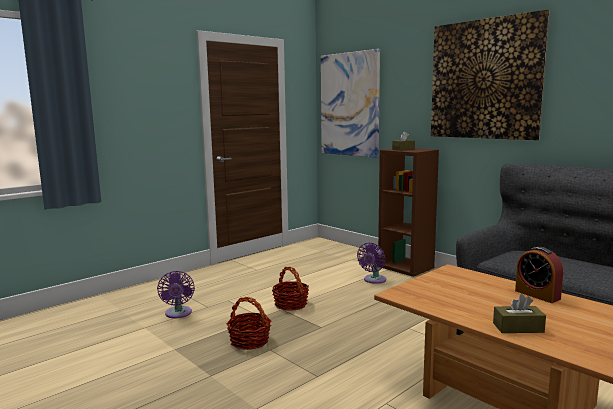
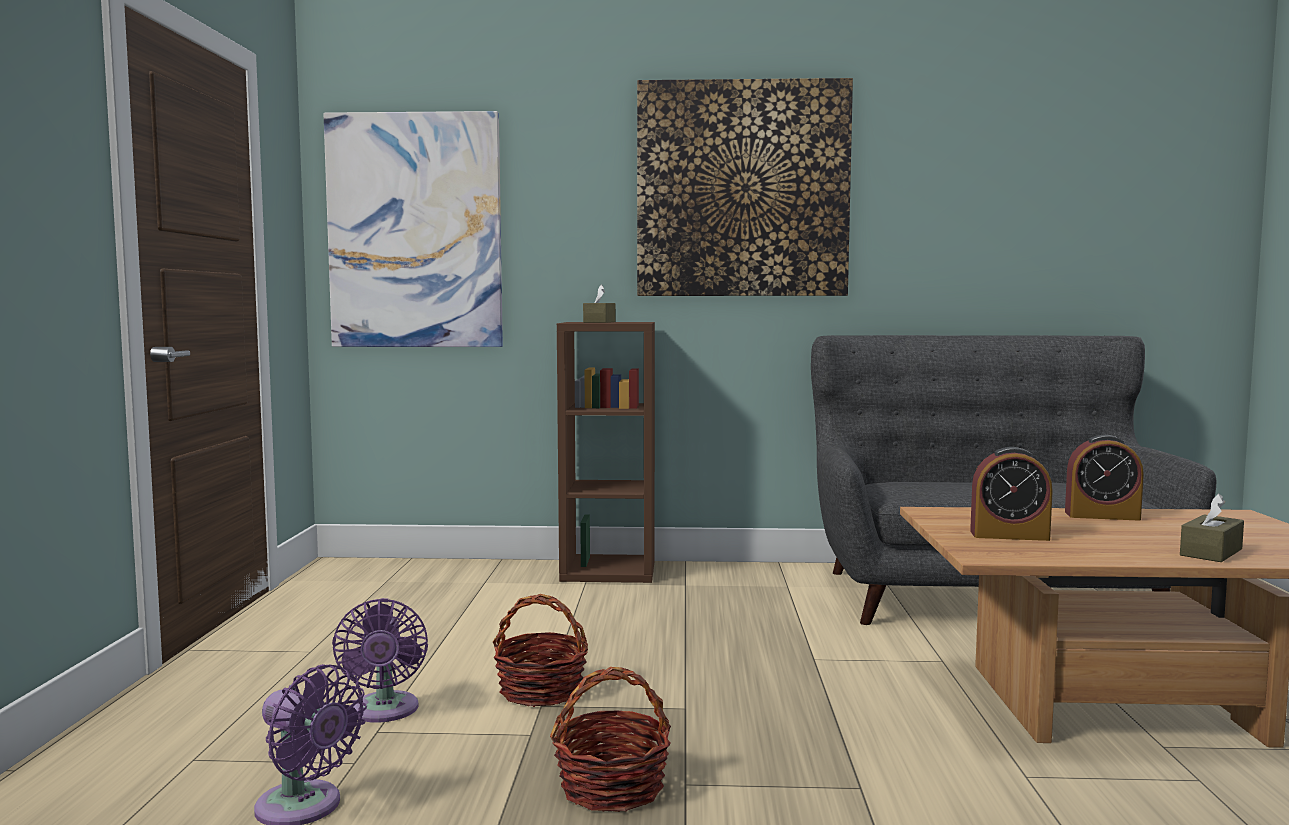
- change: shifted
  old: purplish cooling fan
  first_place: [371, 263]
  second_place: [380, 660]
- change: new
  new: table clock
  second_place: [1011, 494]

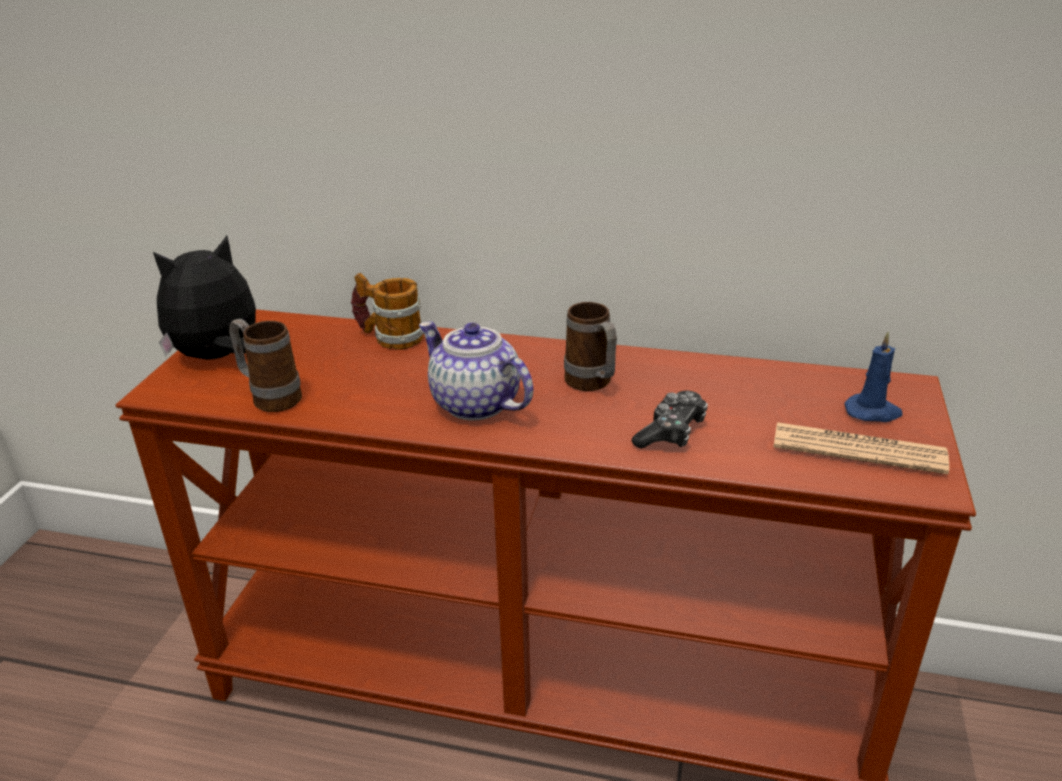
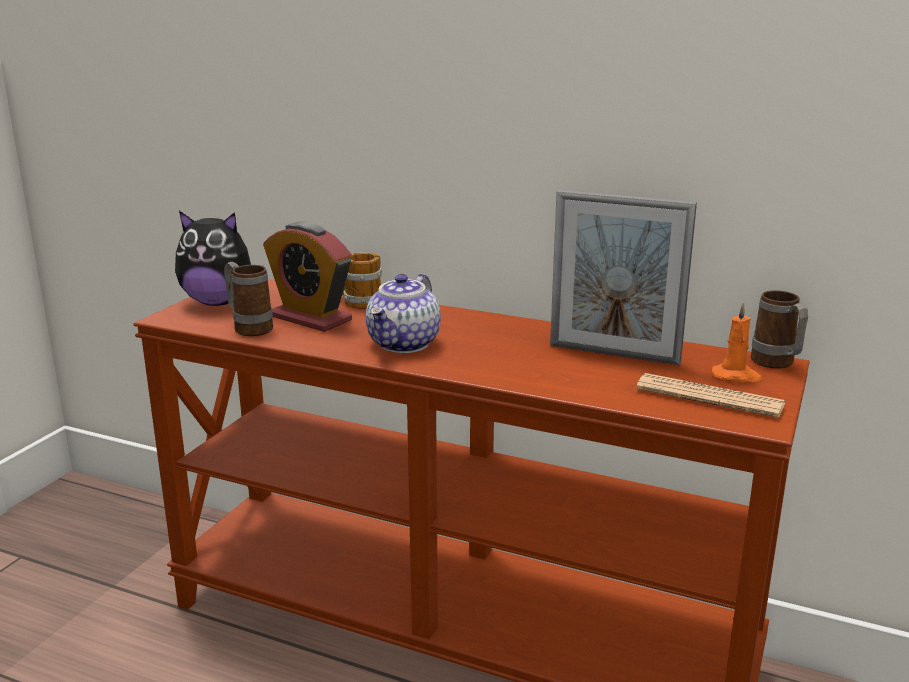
- change: rotated
  old: soft toy
  first_place: [204, 297]
  second_place: [213, 258]
  degrees: -150
- change: new
  new: table clock
  second_place: [307, 276]
- change: rotated
  old: pot for tea
  first_place: [476, 371]
  second_place: [403, 313]
  degrees: -120
- change: new
  new: photo frame
  second_place: [623, 278]
- change: repainted
  old: bluish candle
  new: orange candle
  first_place: [873, 376]
  second_place: [737, 342]
- change: shifted
  old: coffee mug
  first_place: [590, 346]
  second_place: [779, 329]
- change: gone
  old: game controller
  first_place: [670, 420]

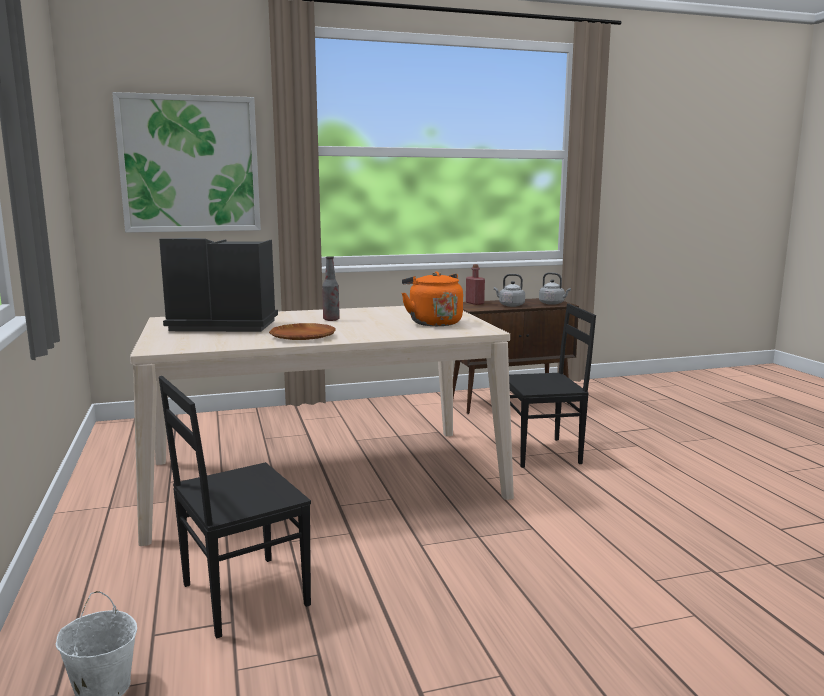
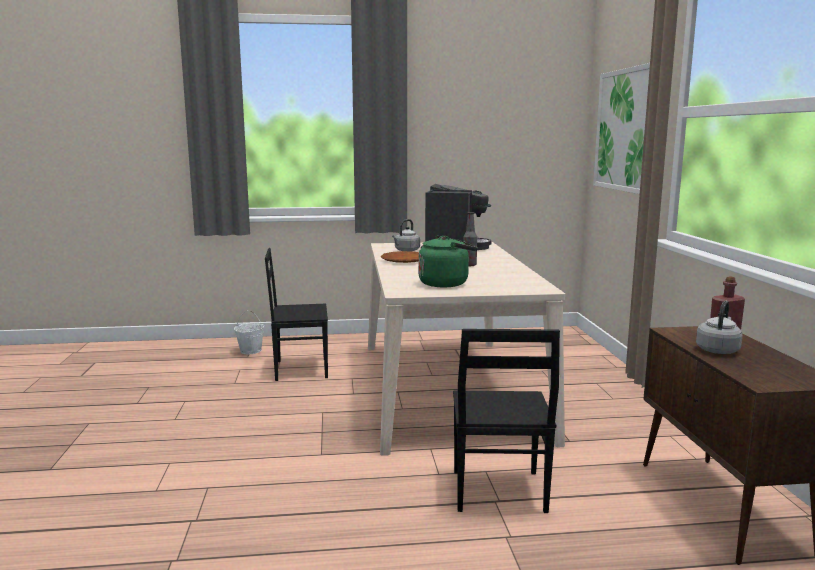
- change: rotated
  old: blackish plain chair
  first_place: [235, 507]
  second_place: [296, 314]
  degrees: -75
- change: shifted
  old: greyish kettle
  first_place: [555, 288]
  second_place: [406, 235]
- change: repainted
  old: orange kettle
  new: green kettle
  first_place: [432, 299]
  second_place: [448, 261]

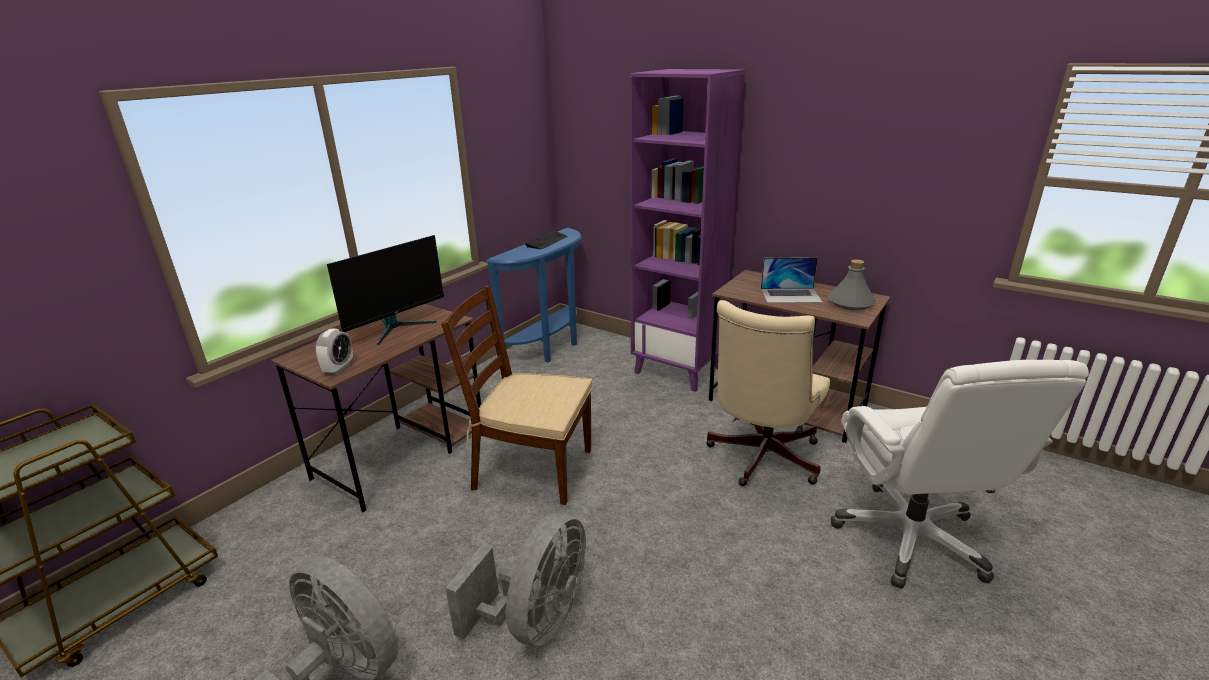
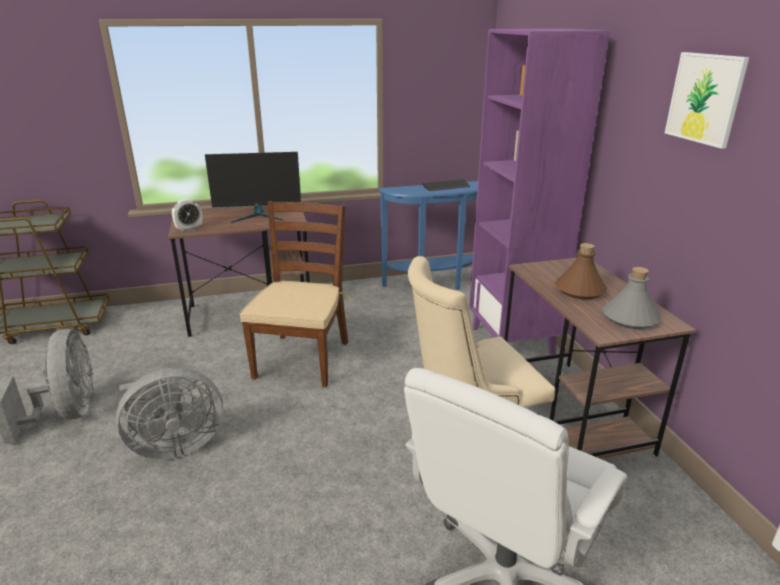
- change: rotated
  old: brownish plain chair
  first_place: [516, 395]
  second_place: [296, 294]
  degrees: 45
- change: swapped
  old: notebook computer
  new: brownish beverage bottle
  first_place: [792, 280]
  second_place: [581, 271]
- change: new
  new: wall picture
  second_place: [707, 100]

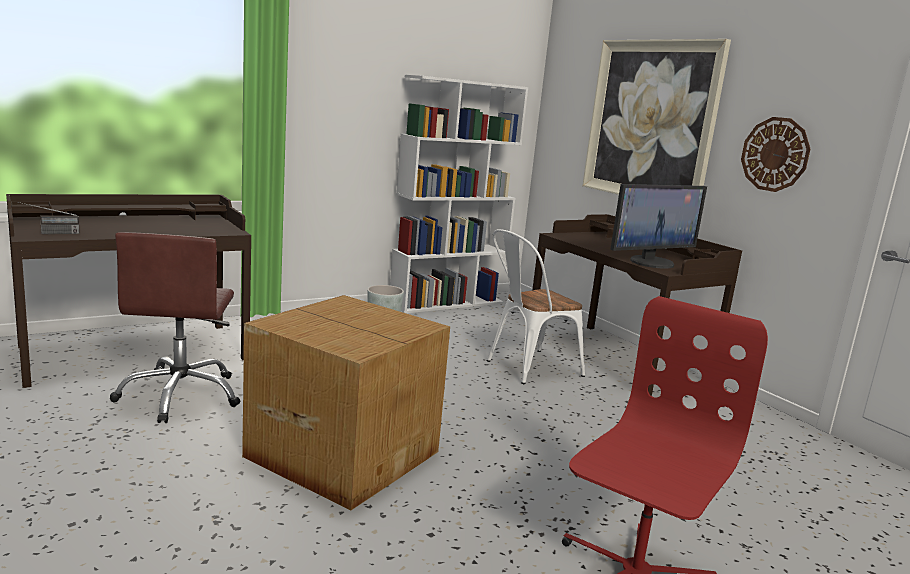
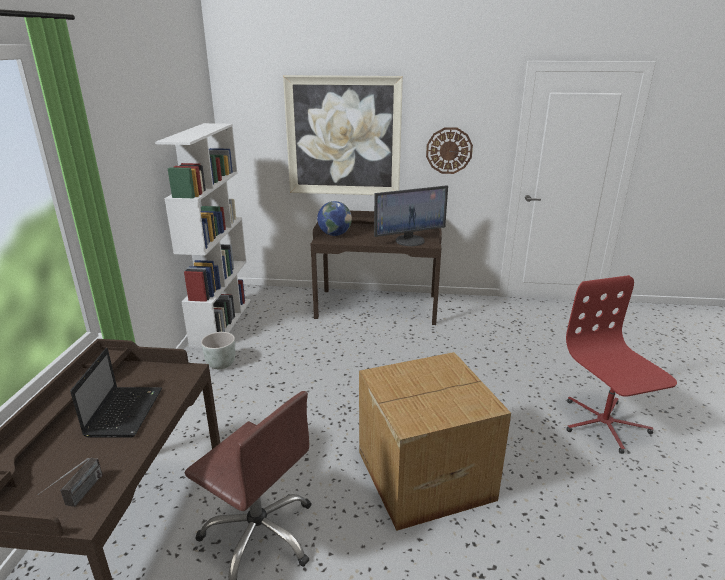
- change: new
  new: notebook computer
  second_place: [116, 393]
- change: new
  new: globe
  second_place: [334, 218]
- change: rotated
  old: computer display
  first_place: [658, 226]
  second_place: [411, 215]
  degrees: 60
- change: gone
  old: white plain chair
  first_place: [536, 306]

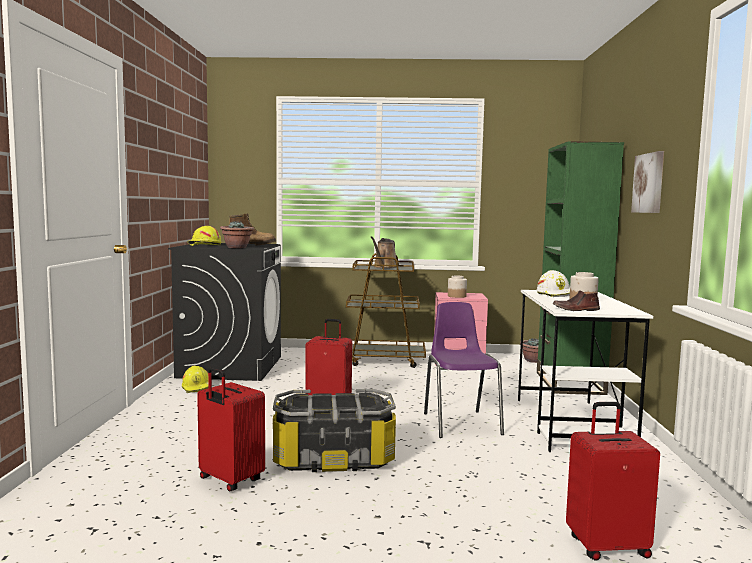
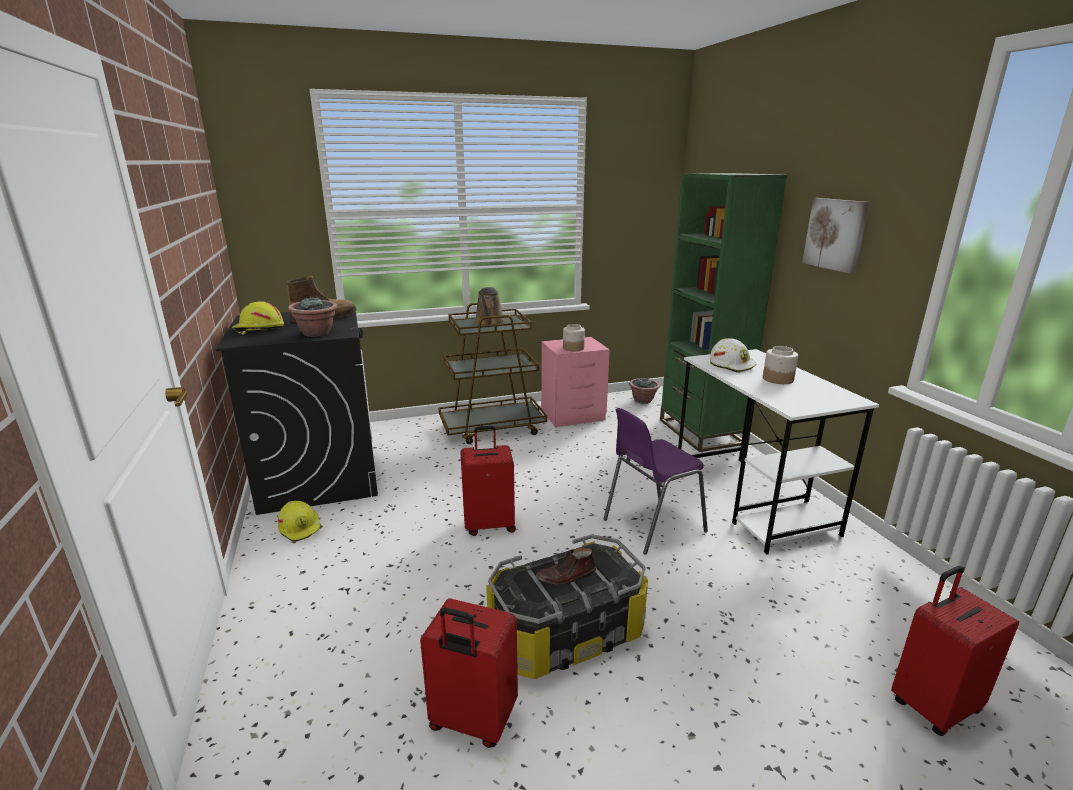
- change: shifted
  old: brownish item of footwear
  first_place: [576, 300]
  second_place: [566, 567]
- change: rotated
  old: purplish plain chair
  first_place: [464, 370]
  second_place: [656, 481]
  degrees: -90

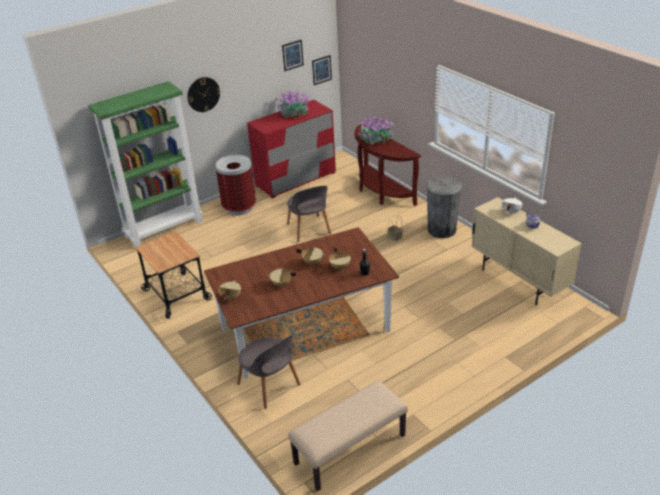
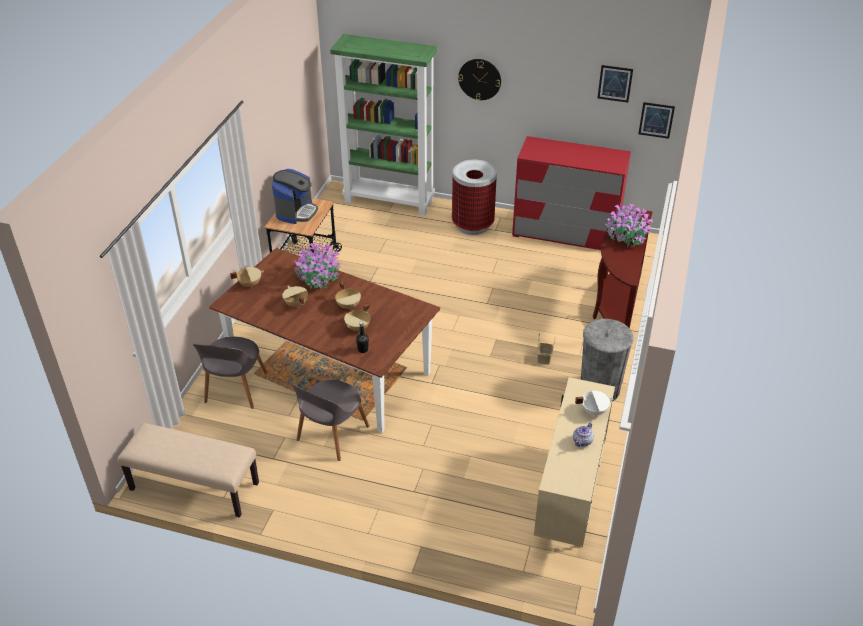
- change: new
  new: coffee machine
  second_place: [295, 196]
- change: shifted
  old: greyish plain chair
  first_place: [309, 214]
  second_place: [329, 420]
- change: shifted
  old: houseplant
  first_place: [294, 104]
  second_place: [317, 266]

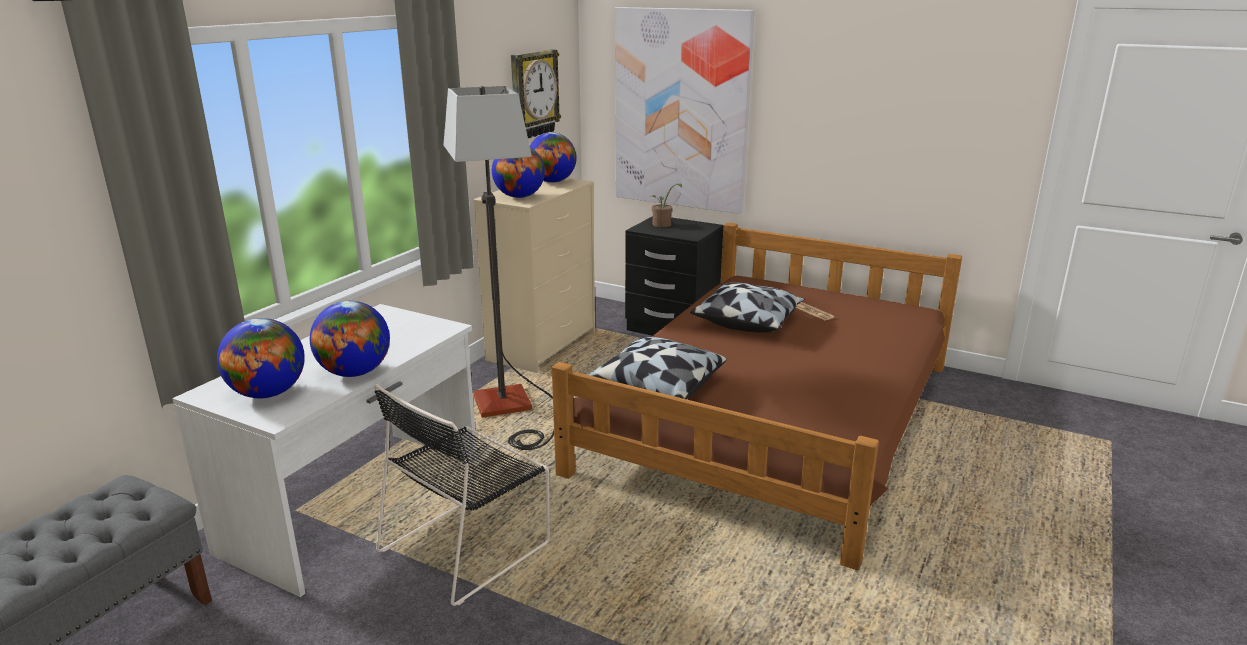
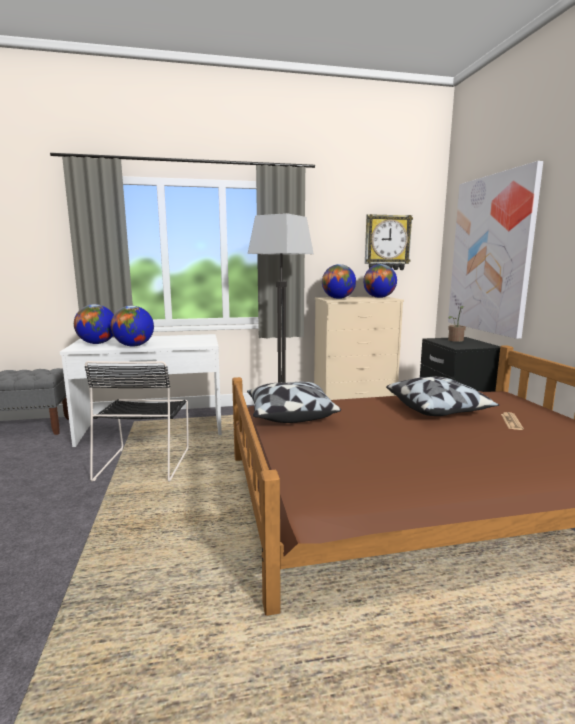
- change: rotated
  old: blackish plain chair
  first_place: [462, 495]
  second_place: [137, 421]
  degrees: -90

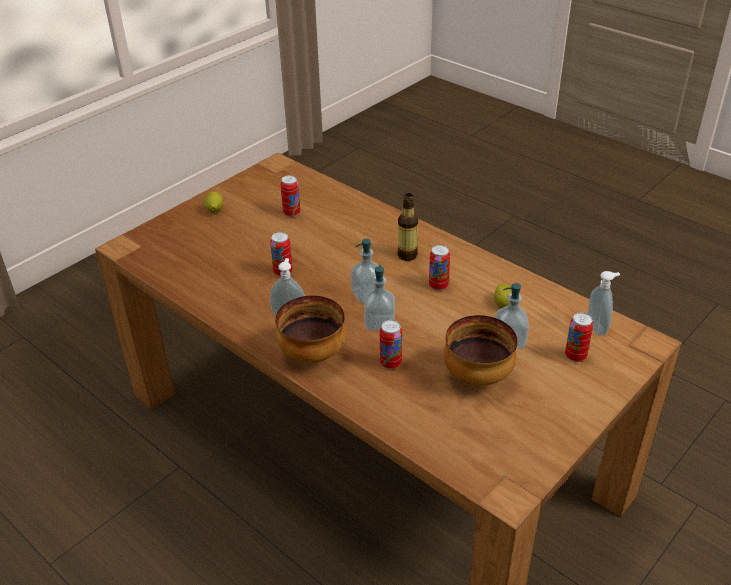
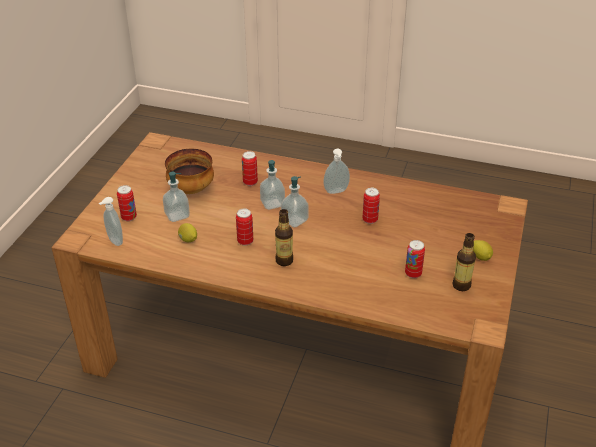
- change: new
  new: beverage bottle
  second_place: [464, 262]
- change: gone
  old: serving bowl
  first_place: [310, 329]

